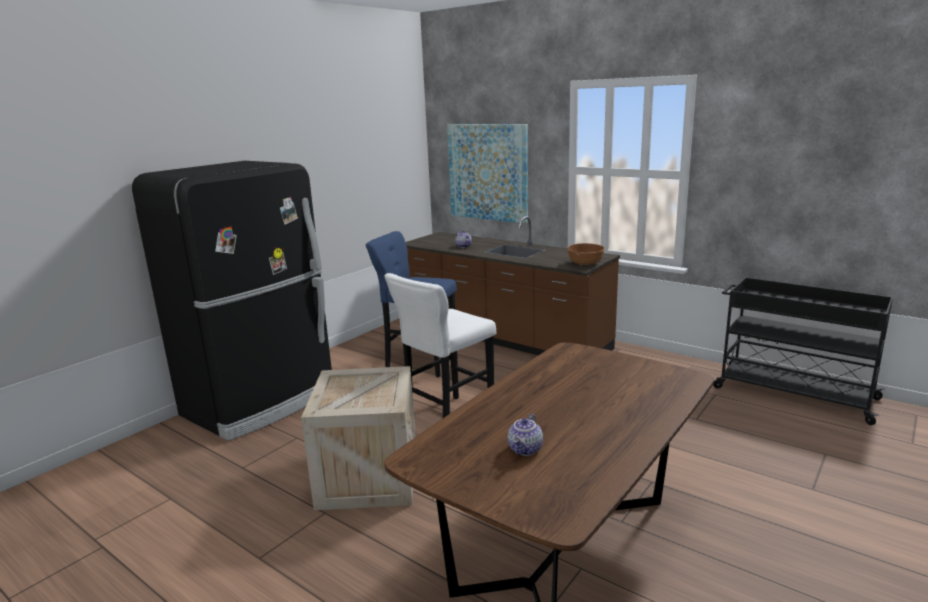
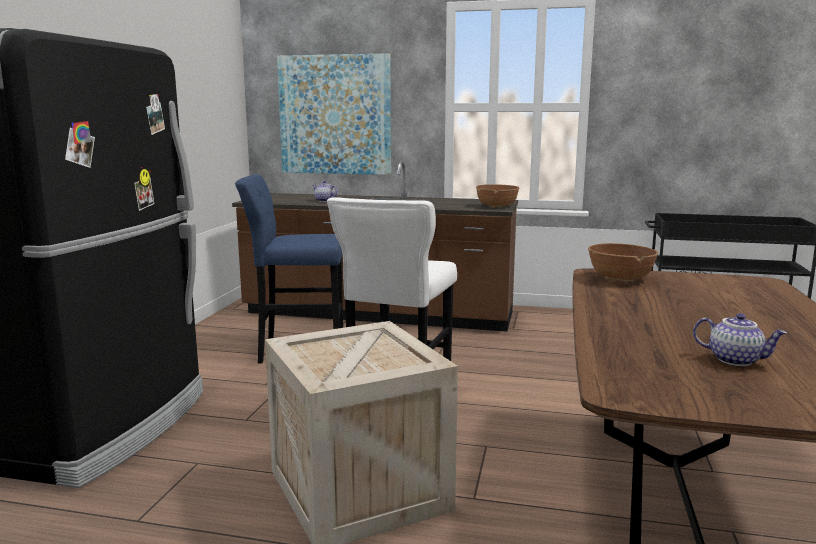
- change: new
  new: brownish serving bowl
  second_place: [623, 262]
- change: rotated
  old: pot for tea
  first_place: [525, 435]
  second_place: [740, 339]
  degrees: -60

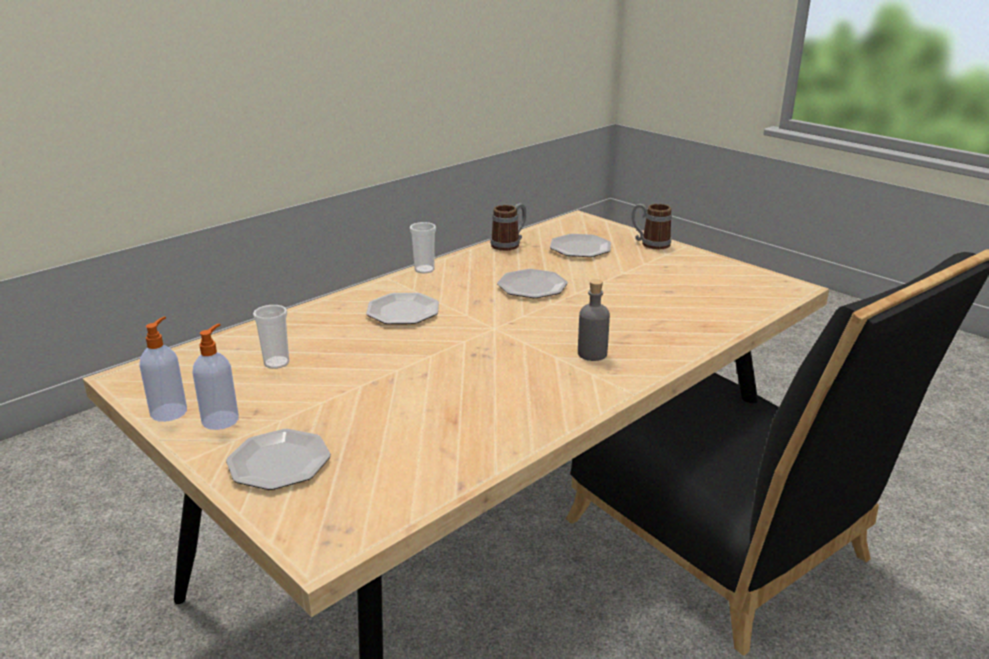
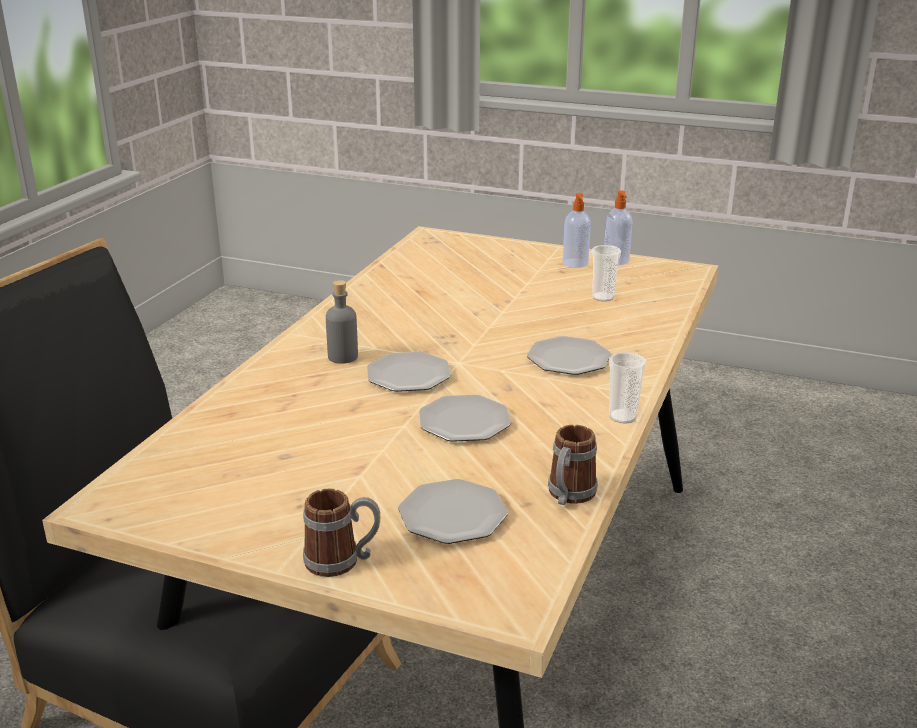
- change: shifted
  old: plate
  first_place: [278, 459]
  second_place: [409, 371]

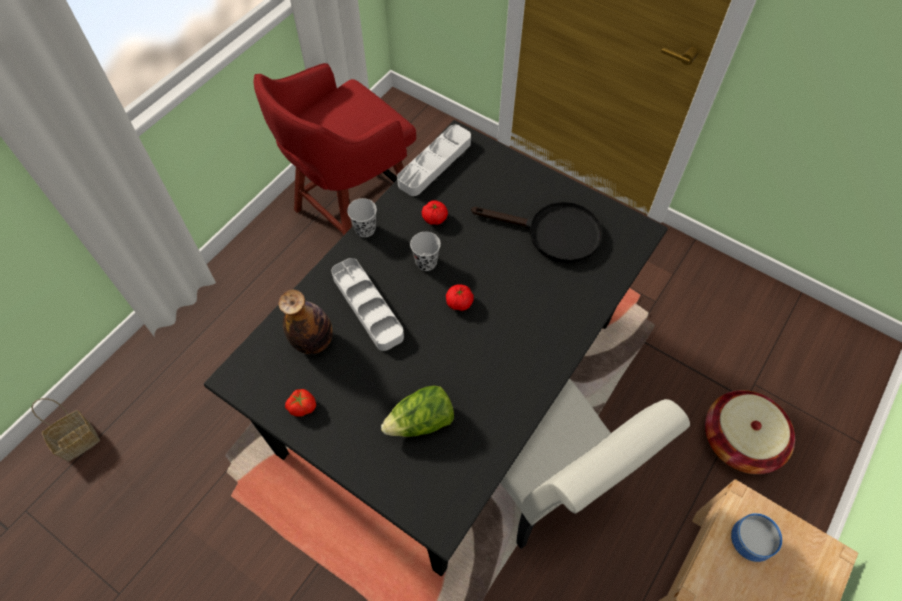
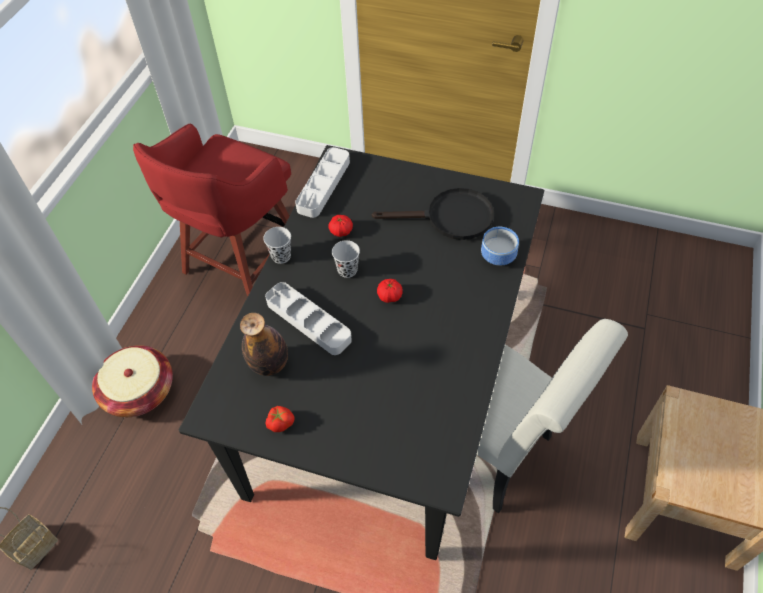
- change: shifted
  old: storage basket
  first_place: [750, 432]
  second_place: [132, 381]
- change: shifted
  old: serving bowl
  first_place: [756, 537]
  second_place: [500, 246]
- change: gone
  old: lettuce head
  first_place: [417, 411]

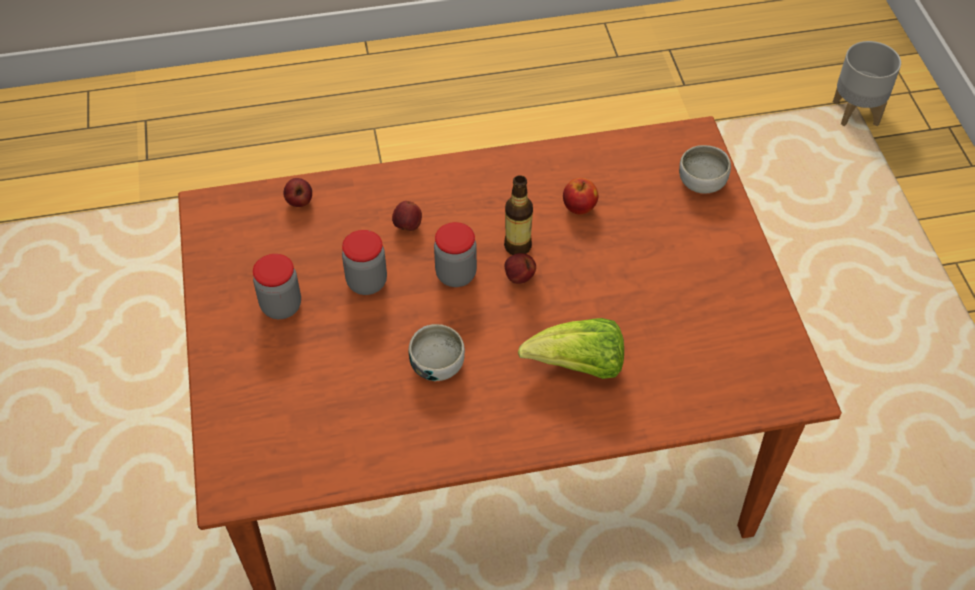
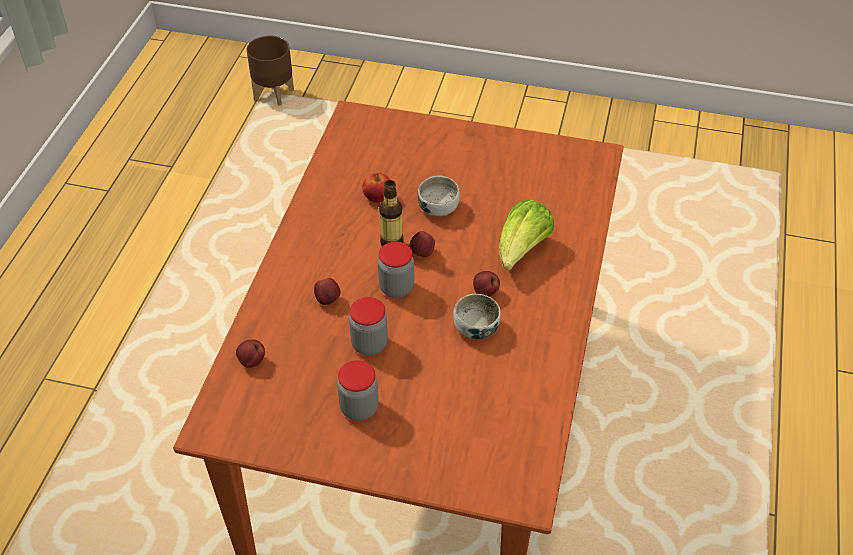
- change: repainted
  old: greyish plant pot
  new: brownish plant pot
  first_place: [867, 83]
  second_place: [270, 71]
- change: shifted
  old: serving bowl
  first_place: [705, 169]
  second_place: [439, 195]
- change: new
  new: apple fruit
  second_place: [486, 283]

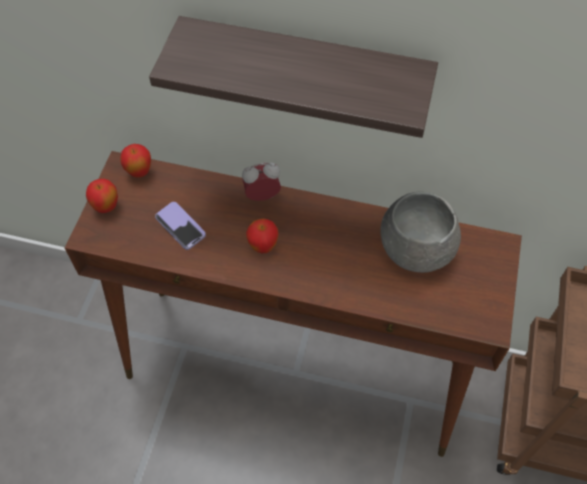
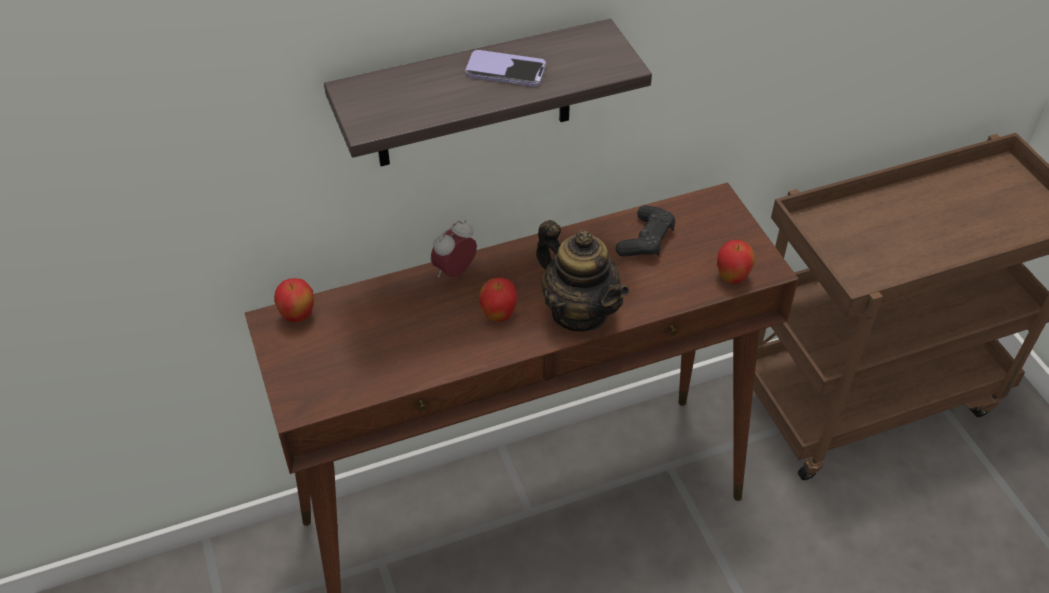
- change: shifted
  old: phone
  first_place: [180, 226]
  second_place: [505, 68]
- change: new
  new: pot for tea
  second_place: [582, 276]
- change: swapped
  old: greyish serving bowl
  new: blackish game controller
  first_place: [420, 232]
  second_place: [645, 230]
- change: shifted
  old: apple fruit
  first_place: [102, 196]
  second_place: [736, 262]

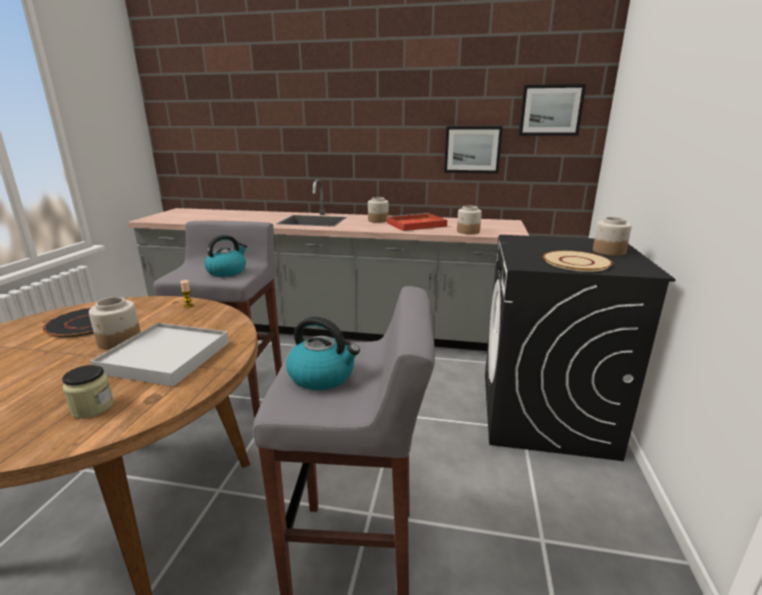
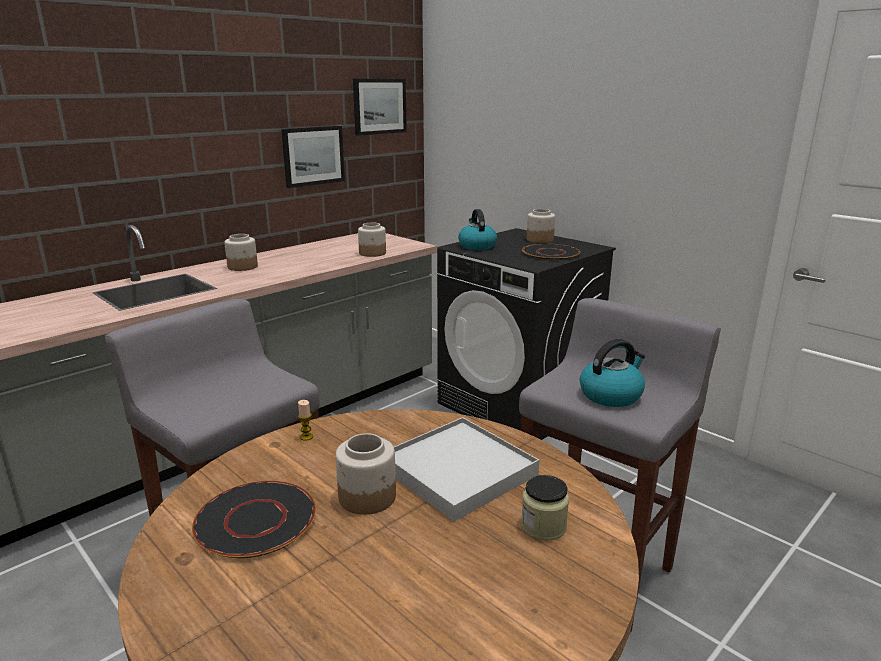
- change: shifted
  old: kettle
  first_place: [225, 256]
  second_place: [477, 229]
- change: repainted
  old: sand-coloured plate
  new: blackish plate
  first_place: [578, 261]
  second_place: [551, 252]
- change: gone
  old: red-coloured tray
  first_place: [416, 222]

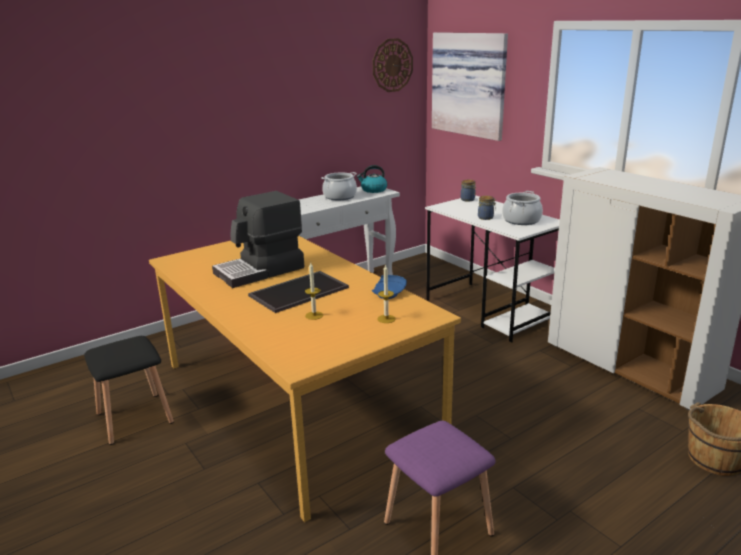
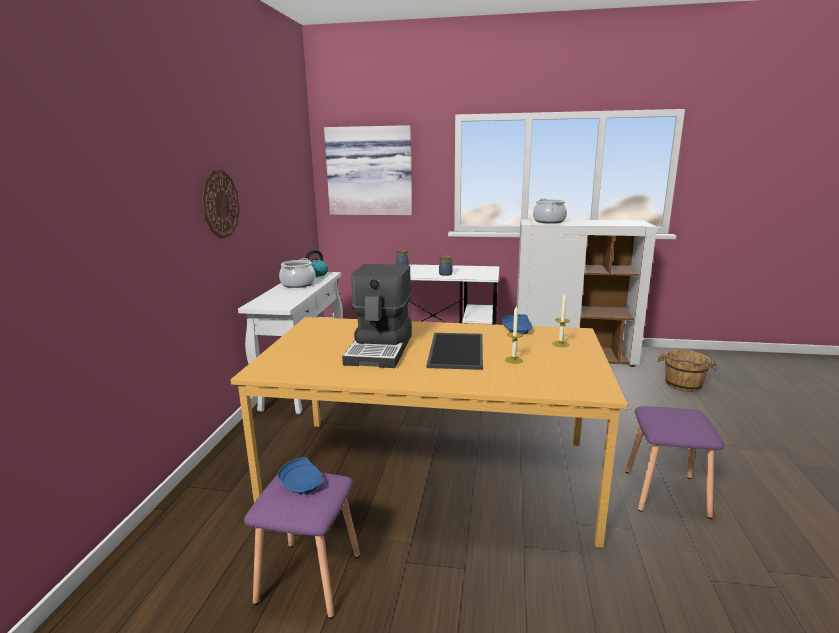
- change: shifted
  old: wall clock
  first_place: [393, 65]
  second_place: [221, 204]
- change: repainted
  old: blackish stool
  new: purplish stool
  first_place: [129, 390]
  second_place: [302, 545]
- change: new
  new: bluish plate
  second_place: [300, 475]
- change: shifted
  old: saucepot
  first_place: [522, 208]
  second_place: [550, 210]

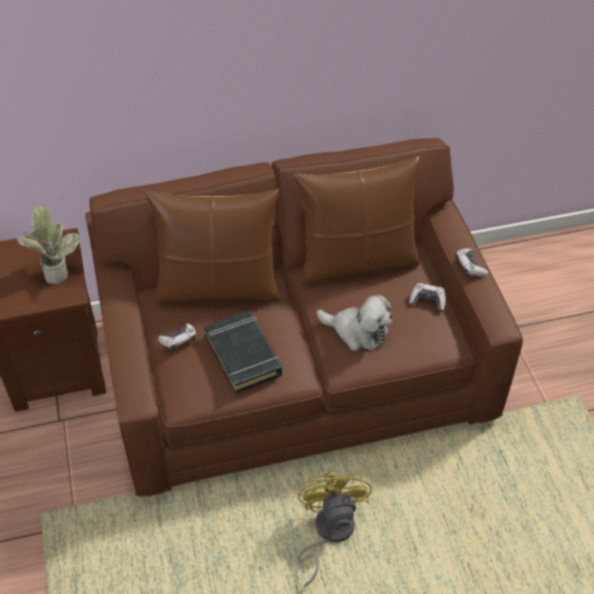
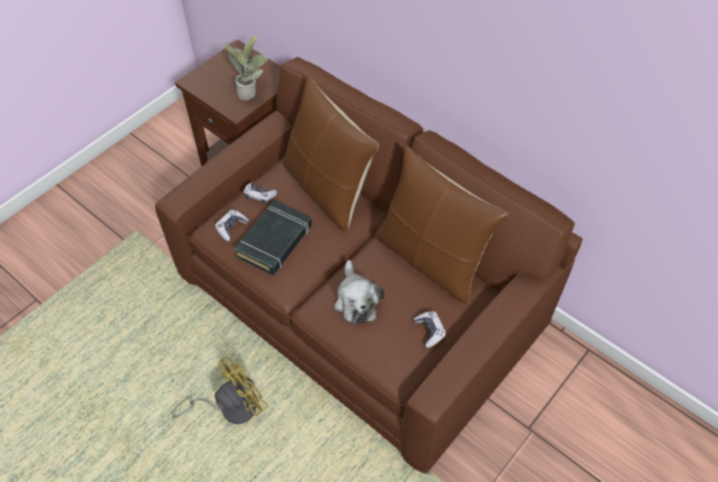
- change: shifted
  old: game controller
  first_place: [471, 262]
  second_place: [232, 225]

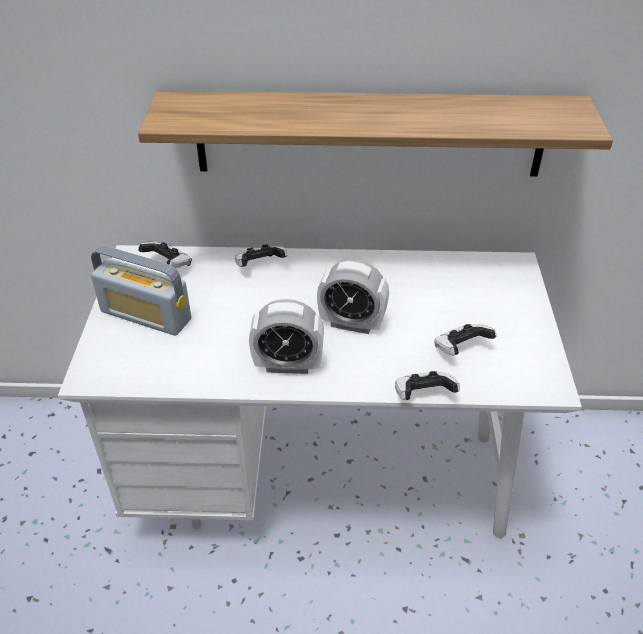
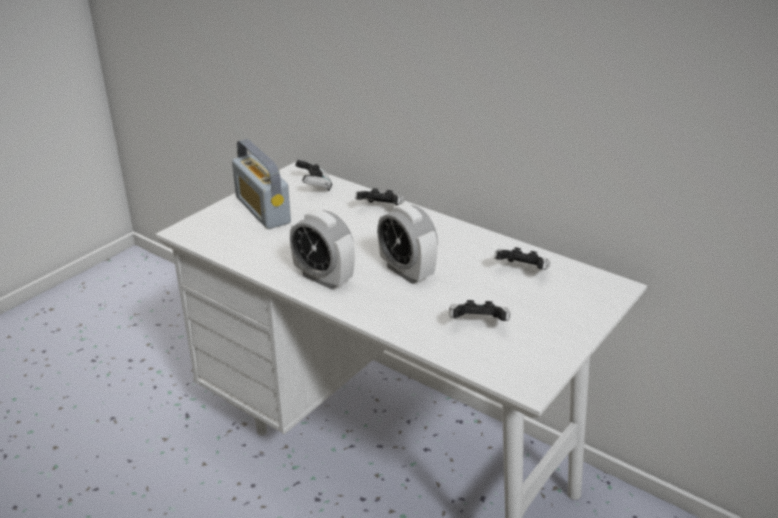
- change: shifted
  old: game controller
  first_place: [427, 385]
  second_place: [522, 258]
- change: gone
  old: shelf
  first_place: [375, 133]

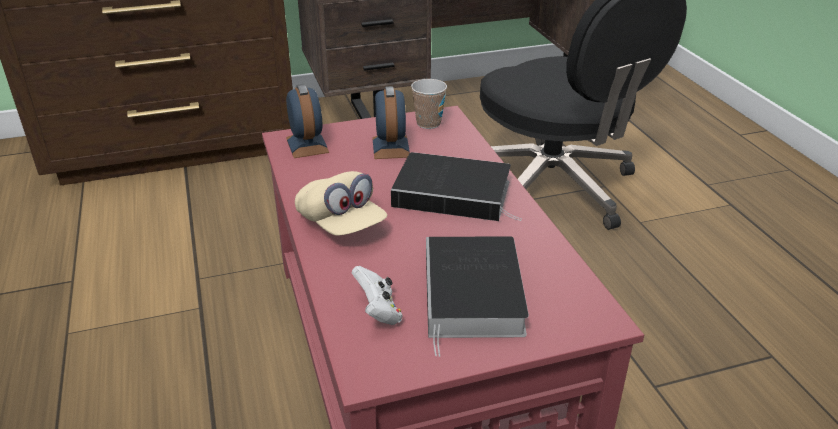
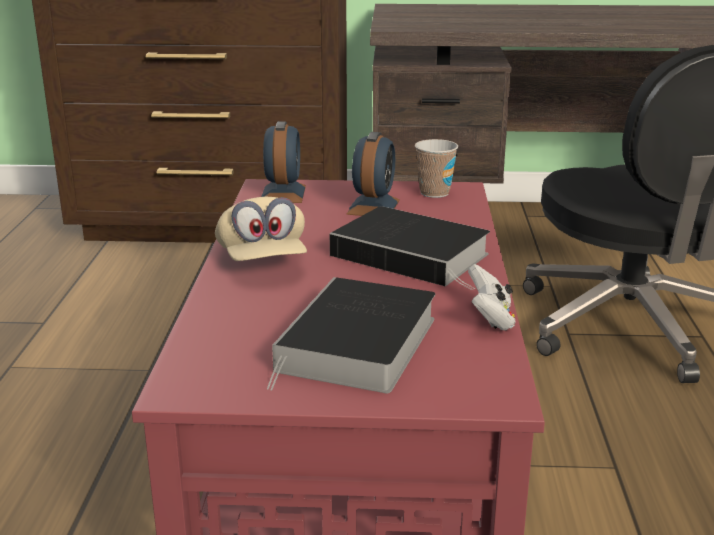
- change: shifted
  old: white game controller
  first_place: [377, 295]
  second_place: [492, 297]

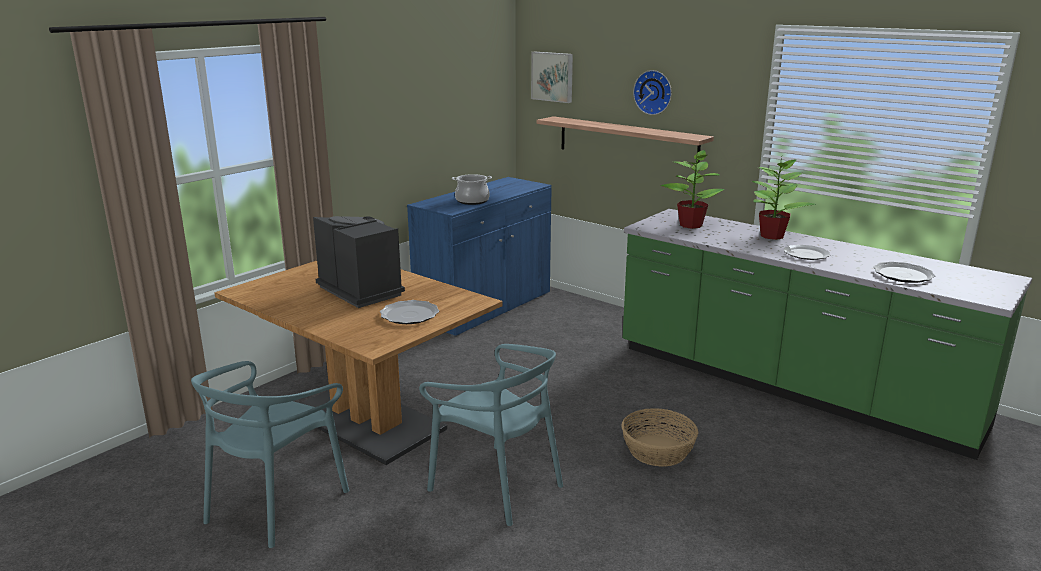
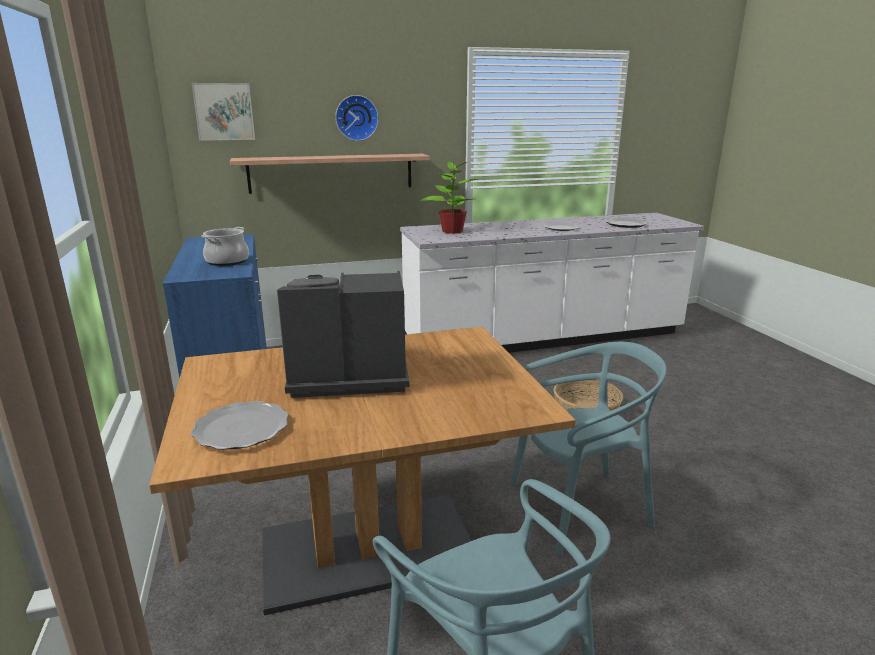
- change: shifted
  old: plate
  first_place: [409, 312]
  second_place: [239, 425]
- change: repainted
  old: green kitchen base unit
  new: white kitchen base unit
  first_place: [827, 334]
  second_place: [552, 283]
- change: gone
  old: houseplant
  first_place: [783, 198]

